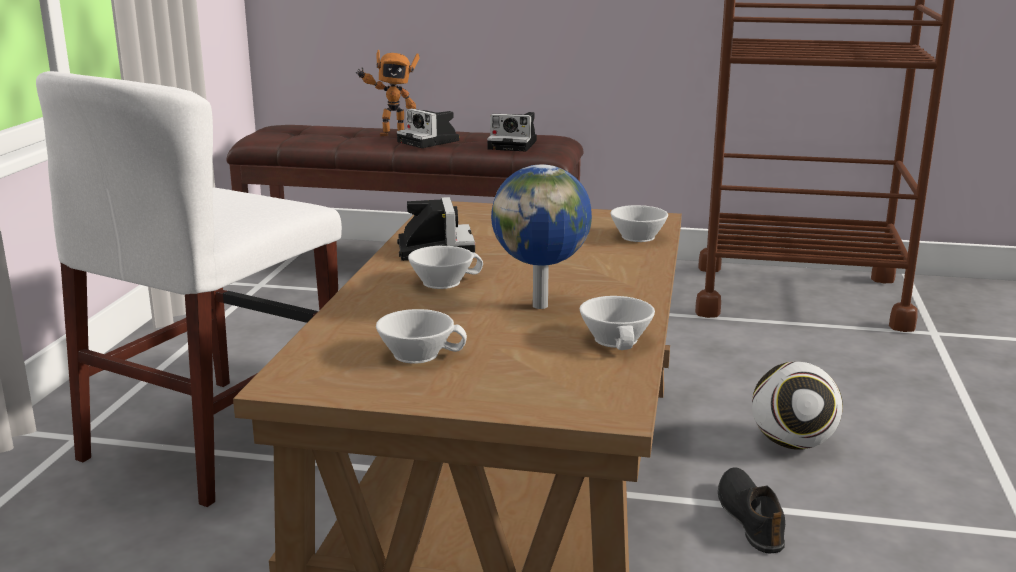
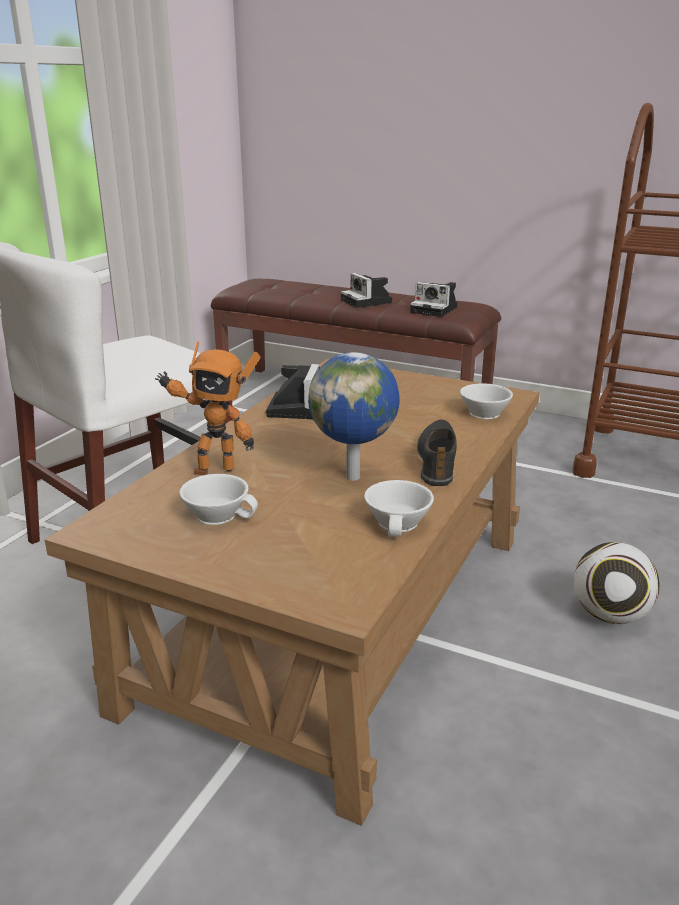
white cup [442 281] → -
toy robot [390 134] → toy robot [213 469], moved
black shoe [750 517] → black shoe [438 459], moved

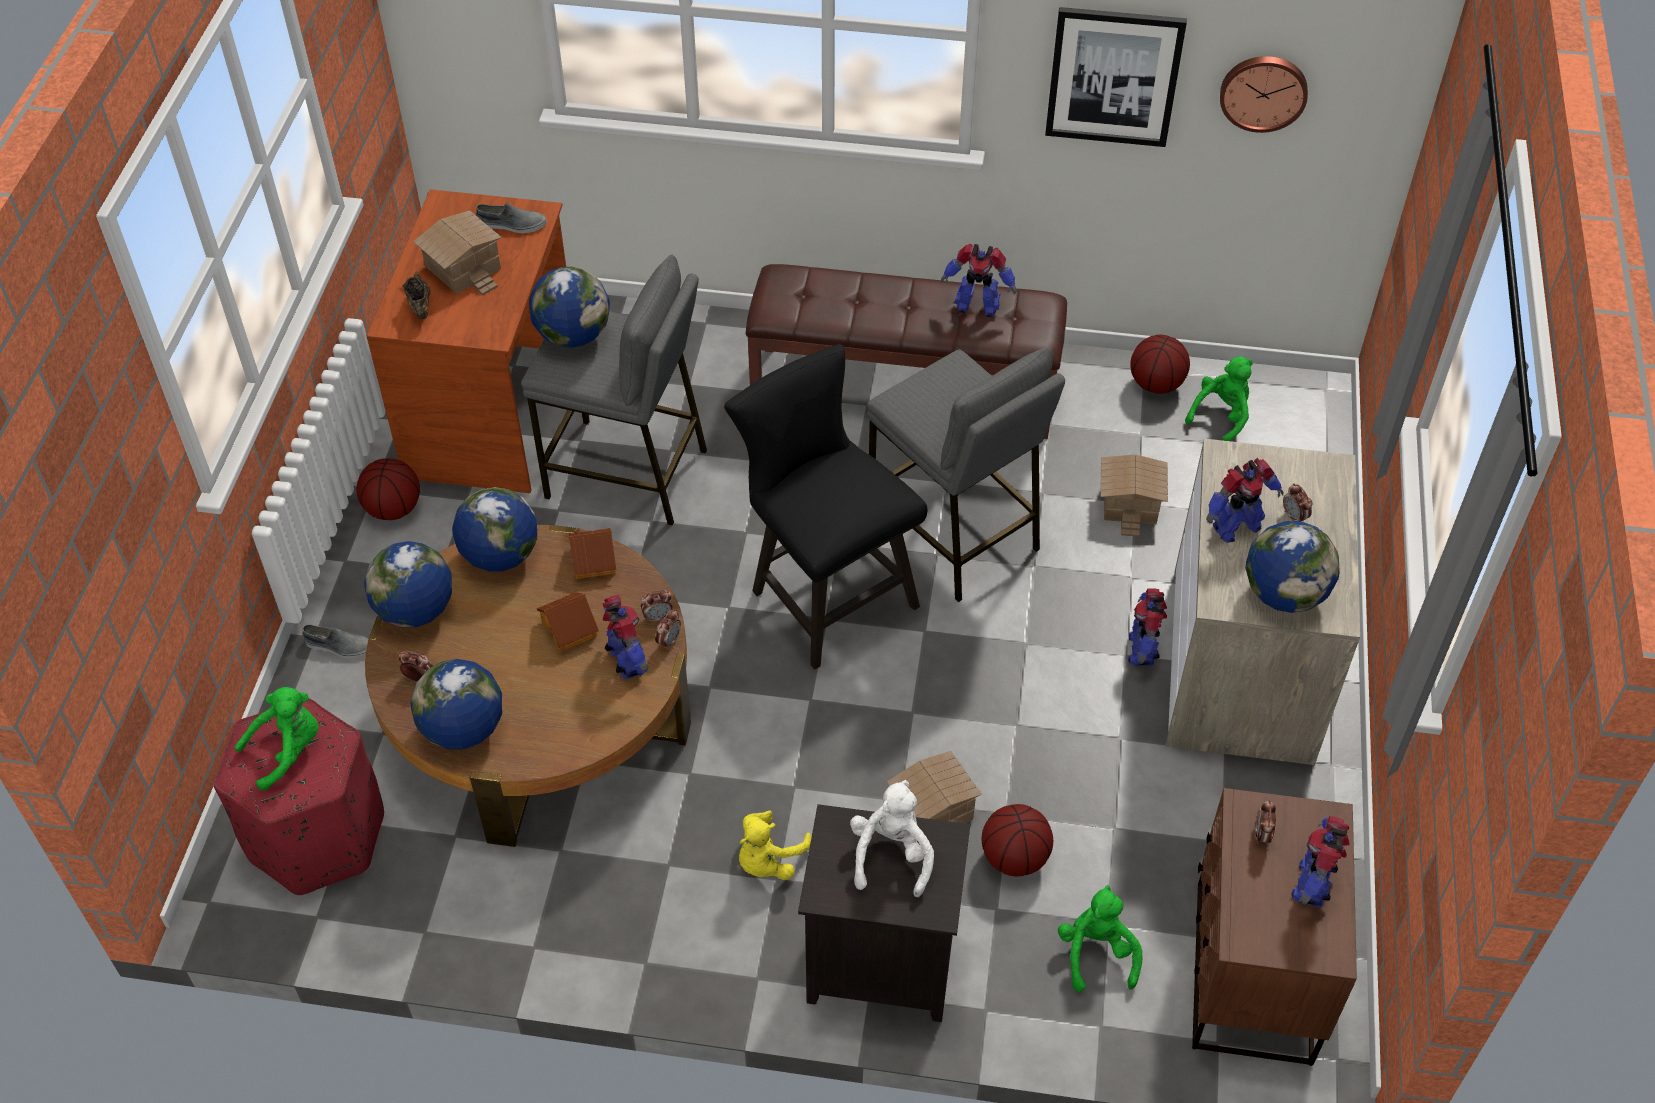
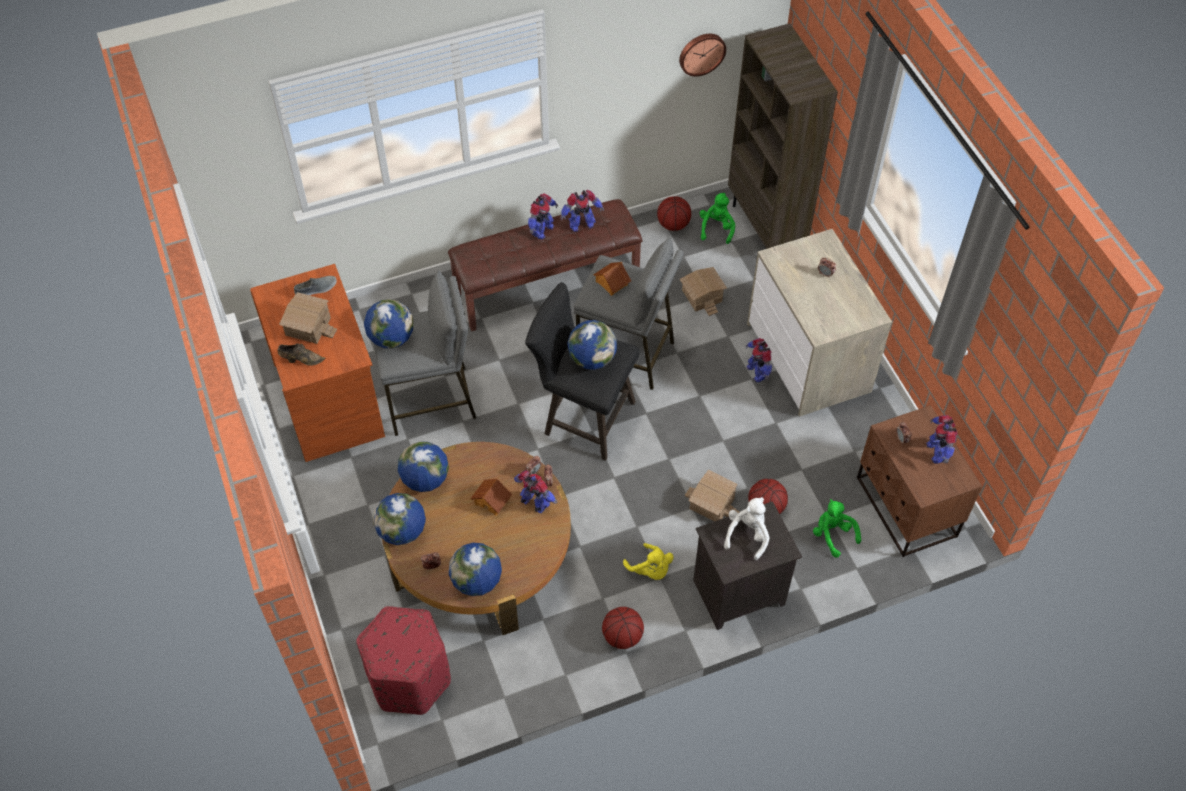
green plush toy [288 750] → -
grey shoe [339 646] → -
picture [1113 76] → -
- → brown bookcase [766 227]
basketball [394 508] → basketball [622 636], moved
toy house [592 560] → toy house [611 283], moved
toy robot [1235 526] → toy robot [542 230], moved
globe [1284 594] → globe [592 359], moved
brown shoe [420 305] → brown shoe [301 360], 135 degrees clockwise
yellow plush toy [768 860] → yellow plush toy [650 570], 45 degrees counterclockwise
white plush toy [891 855] → white plush toy [747 535], 45 degrees clockwise

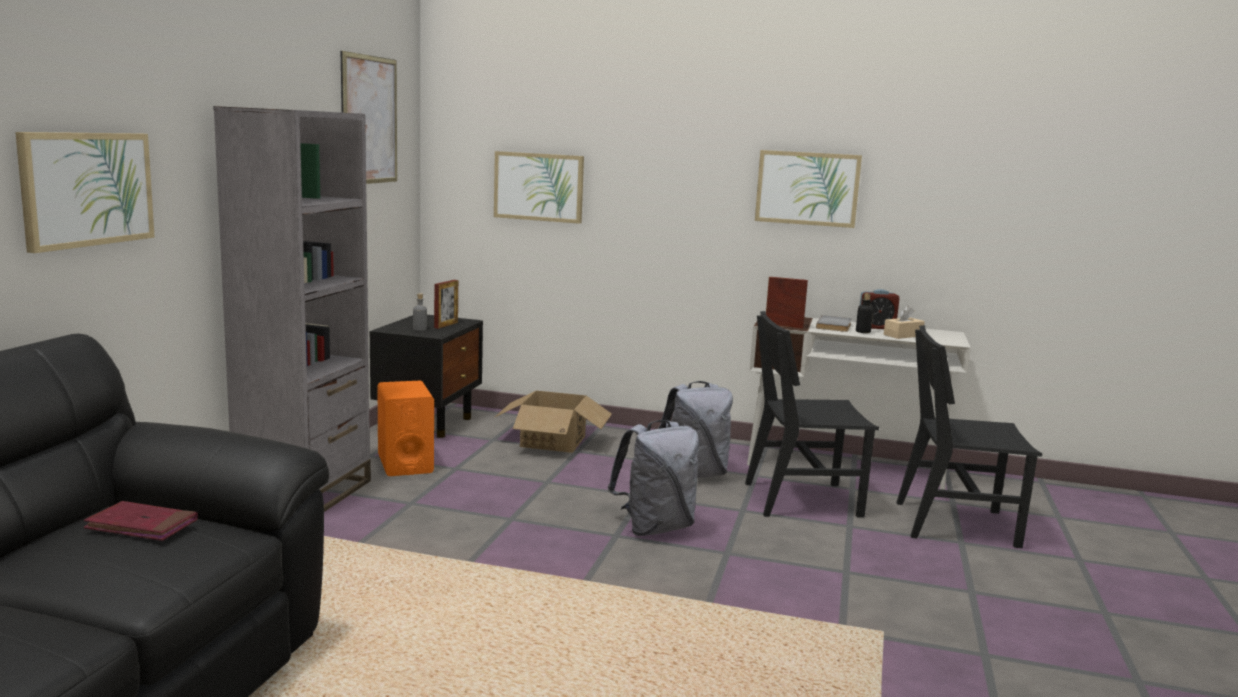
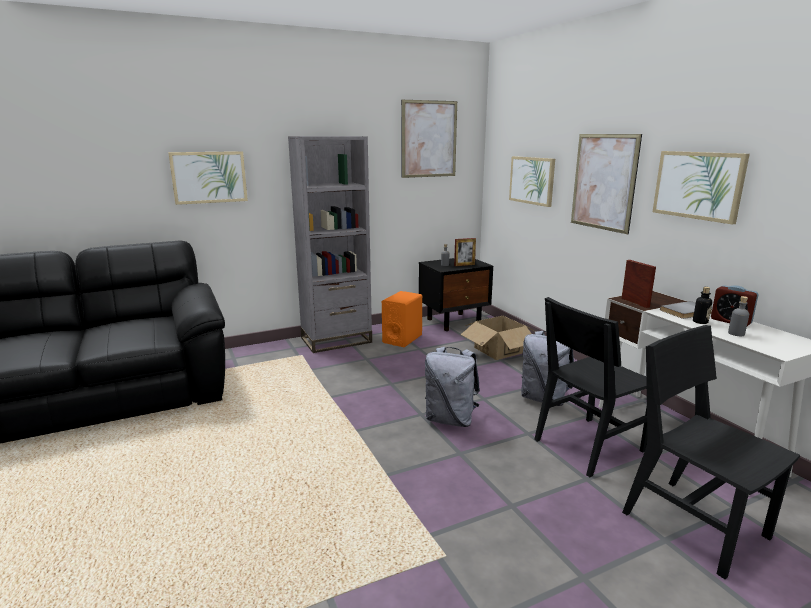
red book [142 525] → -
- → picture [603 182]
beige tissue box [903 335] → grey bottle [736 333]
black chair [802 499] → black chair [589 445], 75 degrees counterclockwise

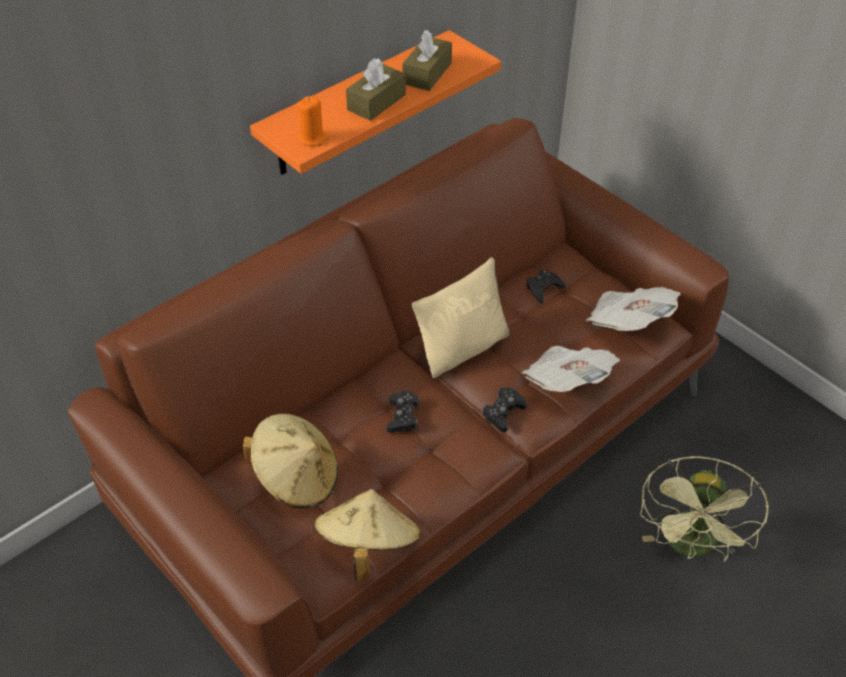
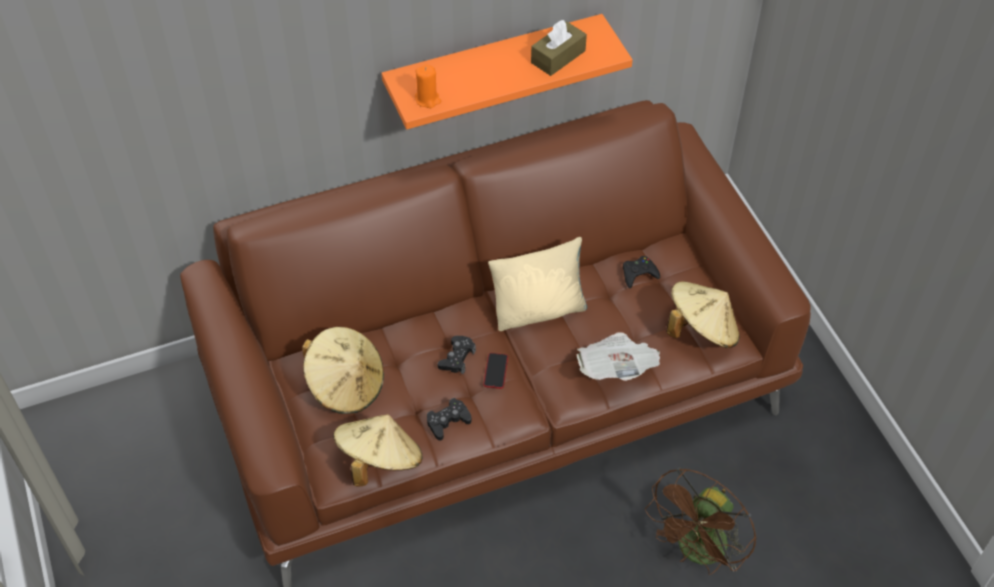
brown tissue box [376 102] → -
- → phone [495 371]
black game controller [503 412] → black game controller [448 421], moved
newspaper [628 322] → beige hat [701 330]
green fan [690 546] → brown fan [698 553]

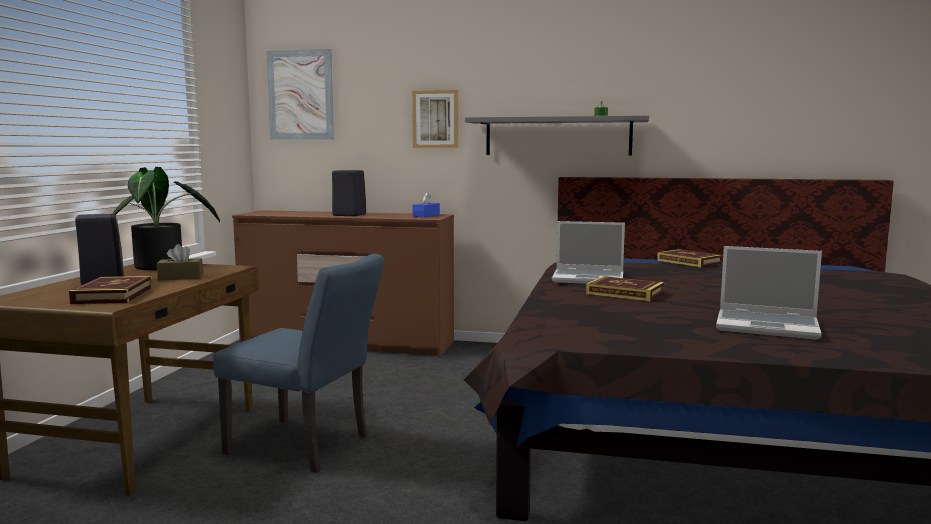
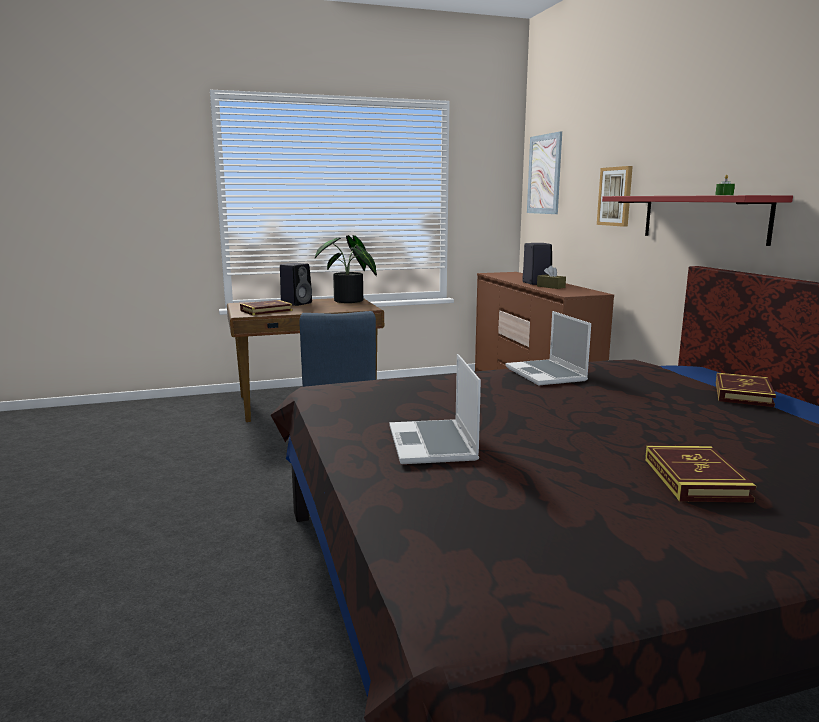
blue tissue box [426 215] → -
brown tissue box [180 277] → brown tissue box [551 287], moved
book [625 293] → book [695 479], moved
grey shelf [558 136] → red shelf [703 218]

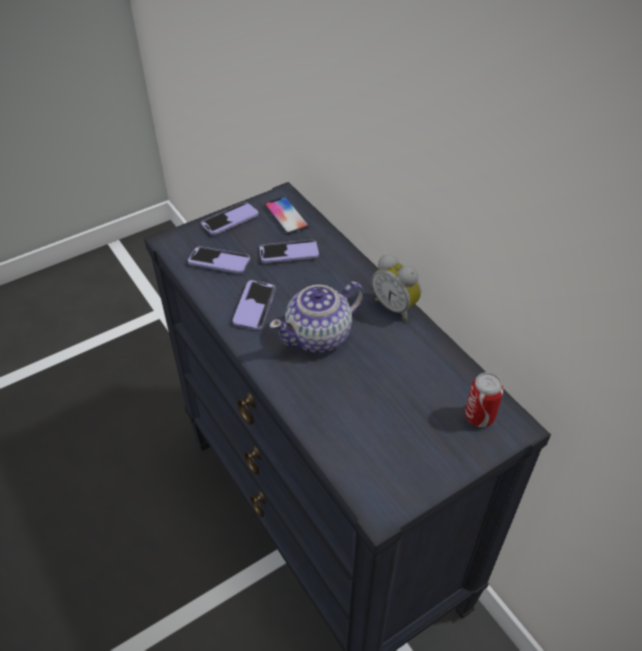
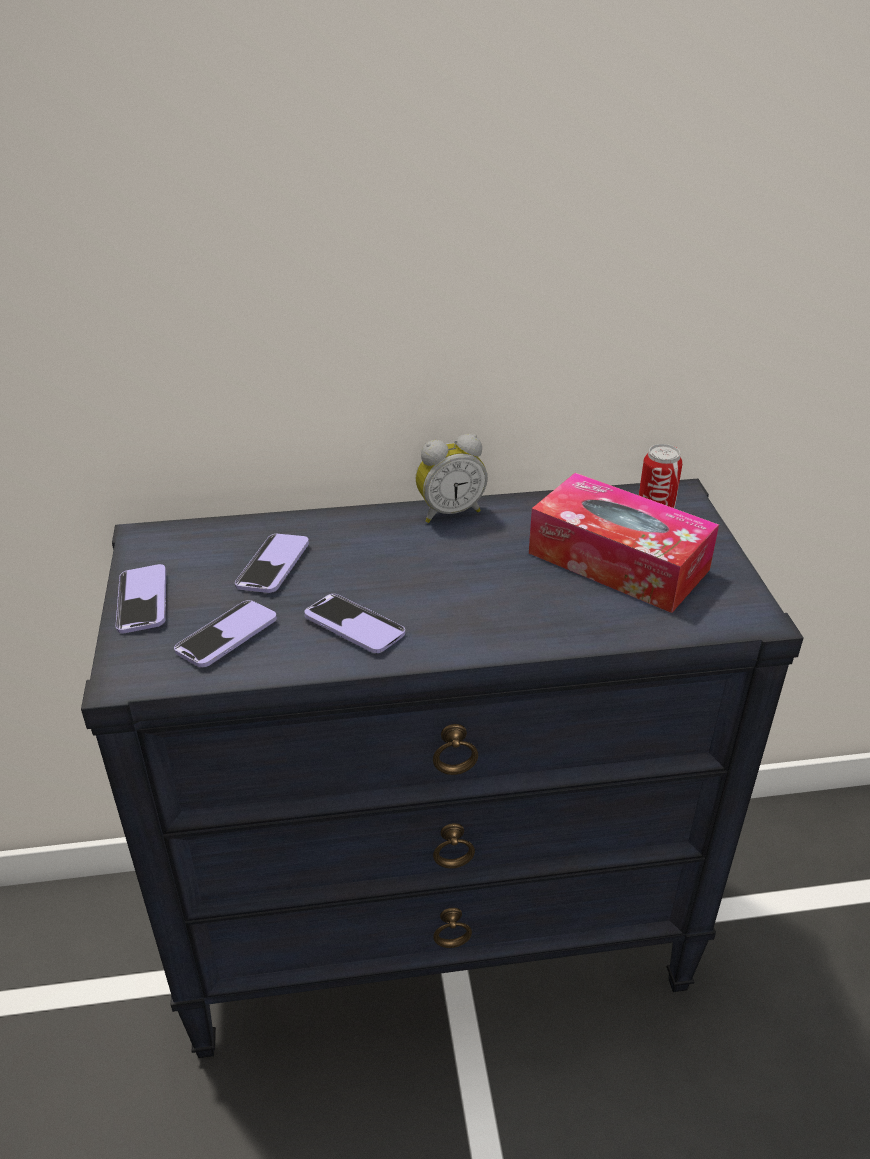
phone [286 216] → -
teapot [319 336] → -
- → tissue box [618 561]

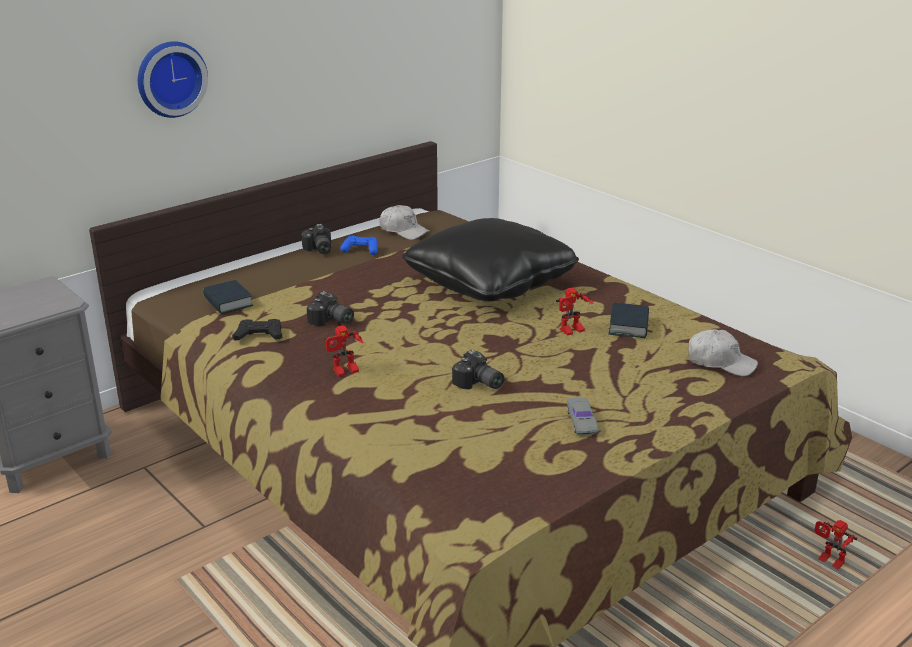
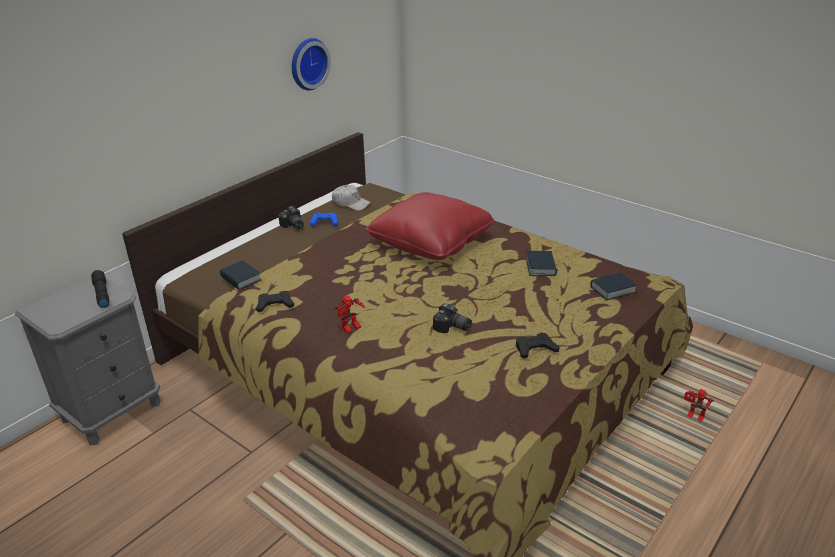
photo camera [331 321] → -
toy robot [572 332] → -
- → black flashlight [101 294]
wall clock [170 78] → wall clock [307 63], moved
grey toy car [581 421] → black game controller [535 349]
white cap [720 362] → book [612 290]
black pillow [490 283] → red pillow [431 242]

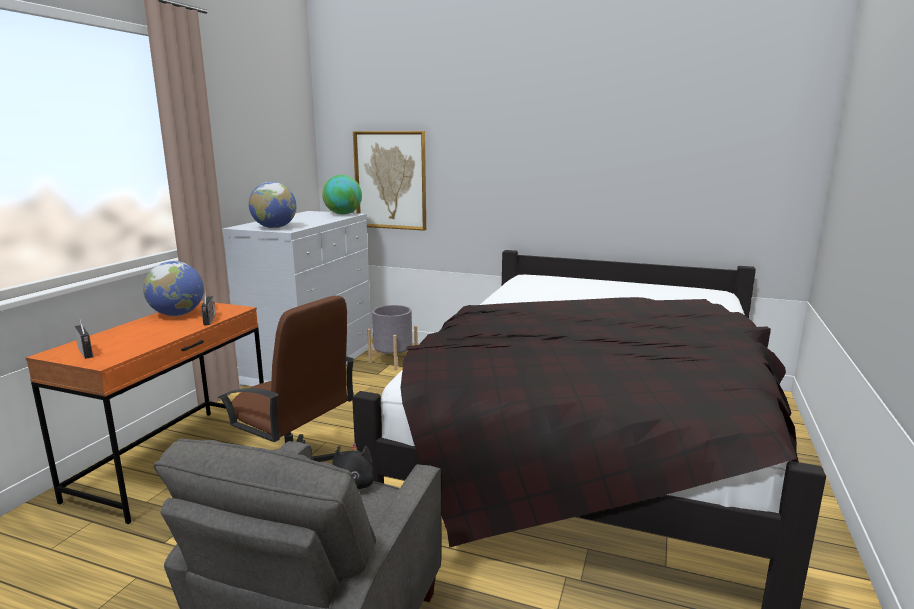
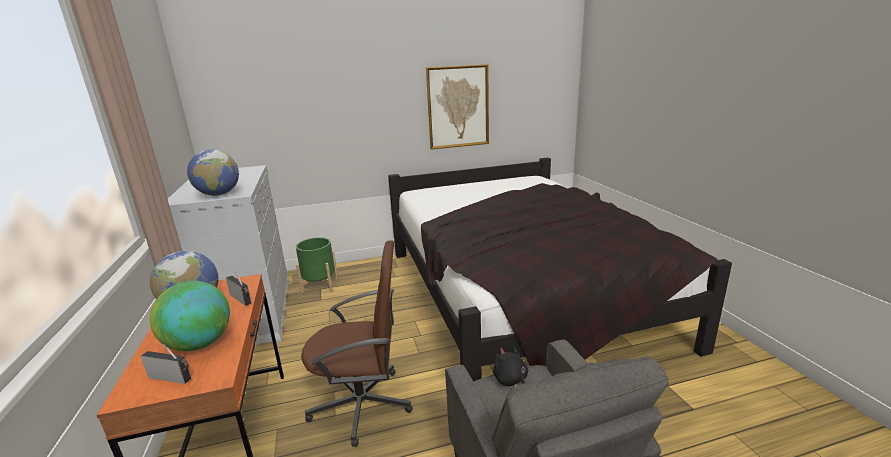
globe [343 214] → globe [199 344], moved
picture [390 180] → picture [458 107], moved
grey planter [393 361] → green planter [320 285]

